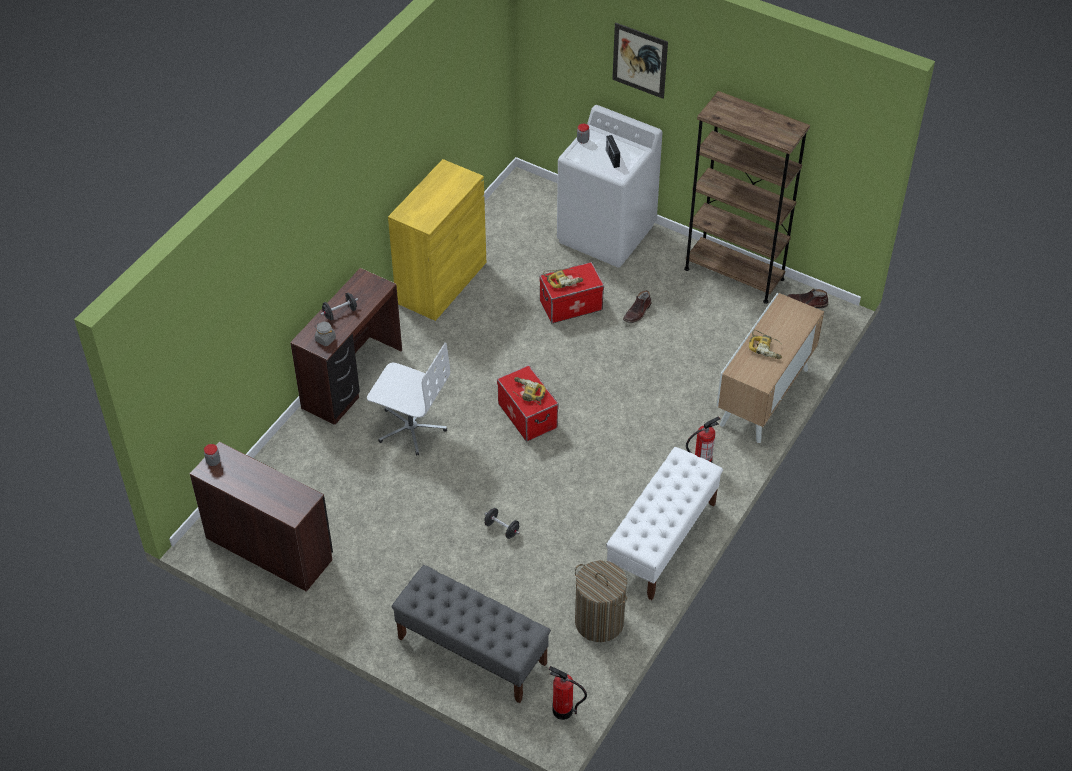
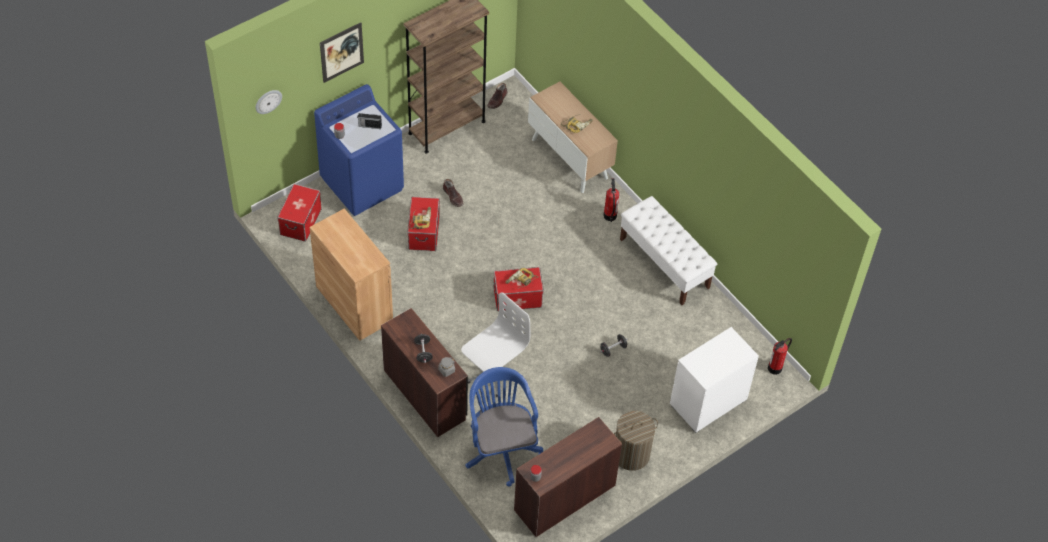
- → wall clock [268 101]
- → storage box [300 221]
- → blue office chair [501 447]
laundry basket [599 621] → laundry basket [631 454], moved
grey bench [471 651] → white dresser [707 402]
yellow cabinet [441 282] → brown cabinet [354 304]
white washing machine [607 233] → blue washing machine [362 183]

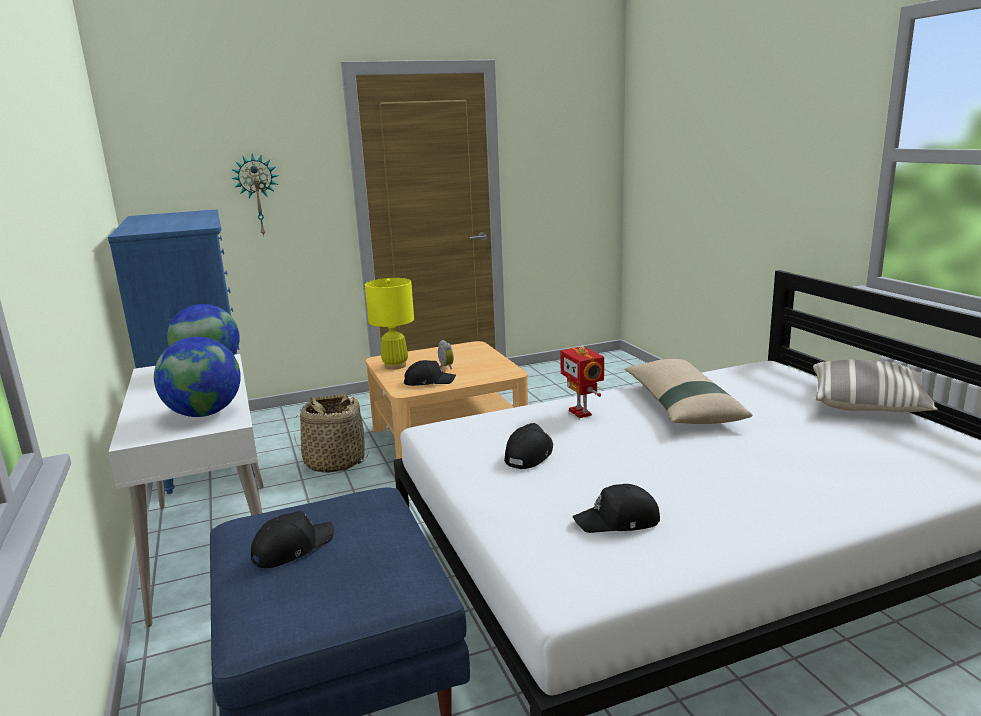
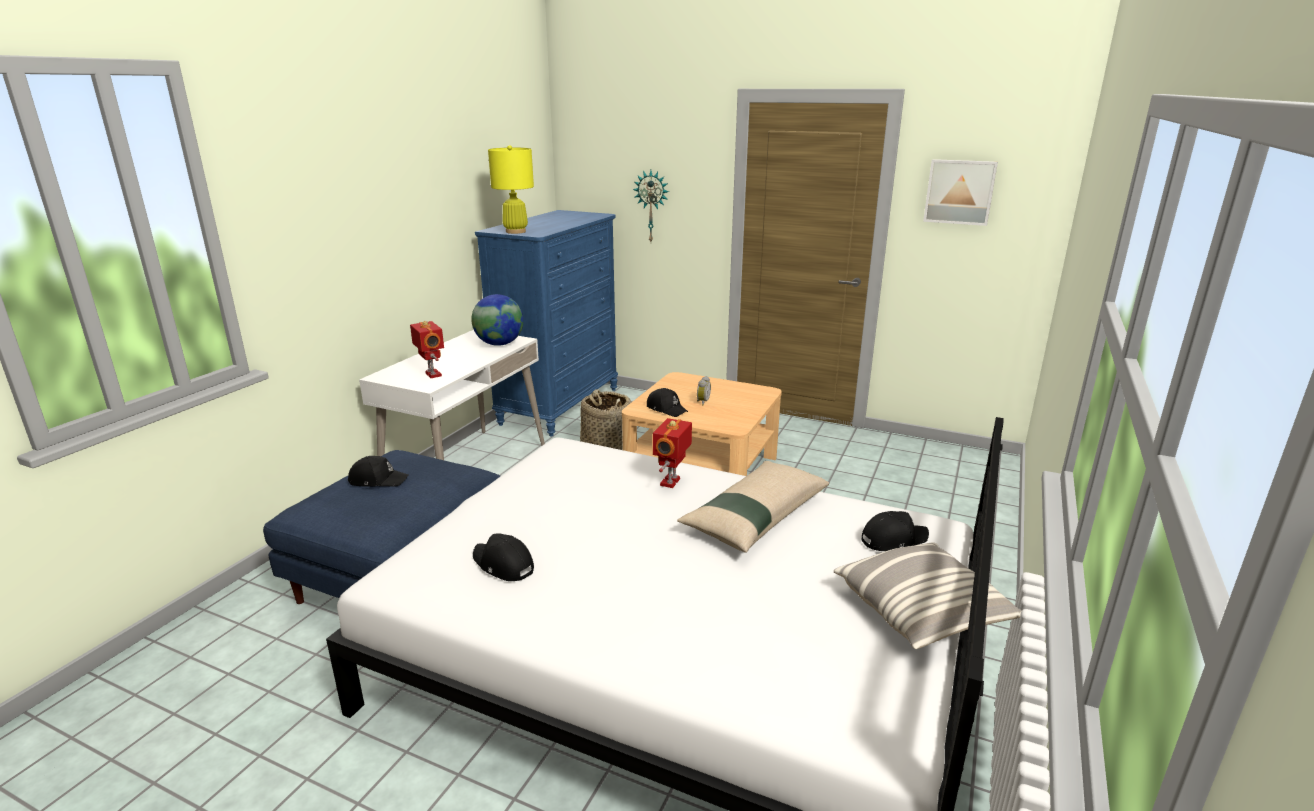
- → picture [959 192]
yellow table lamp [395 366] → yellow table lamp [515 231], moved
black cap [529 454] → black cap [893 539], moved
globe [204 413] → toy robot [432 374]

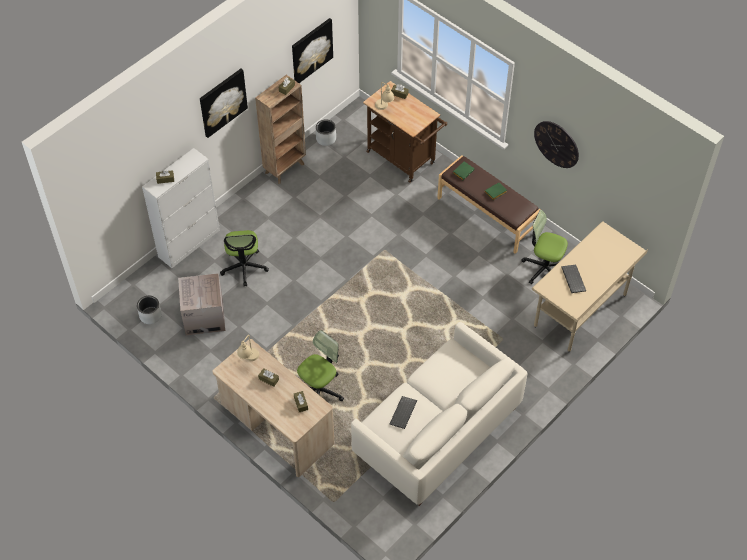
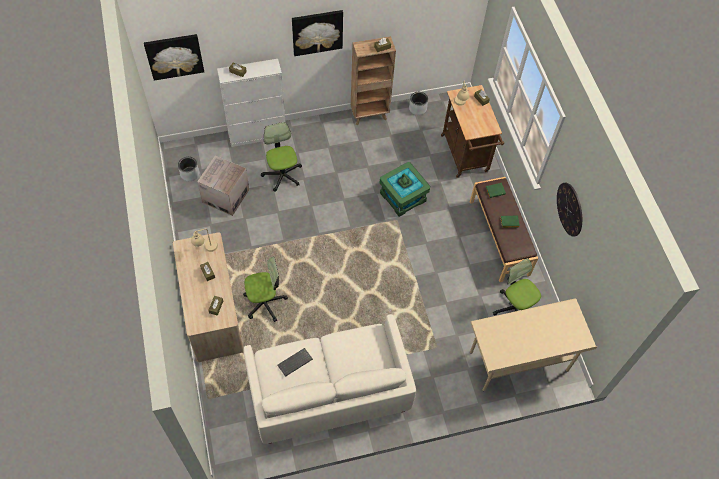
keyboard [572 279] → -
- → green storage box [402 197]
picture [311 50] → picture [174 56], moved
office chair [244 267] → office chair [282 175], 135 degrees clockwise

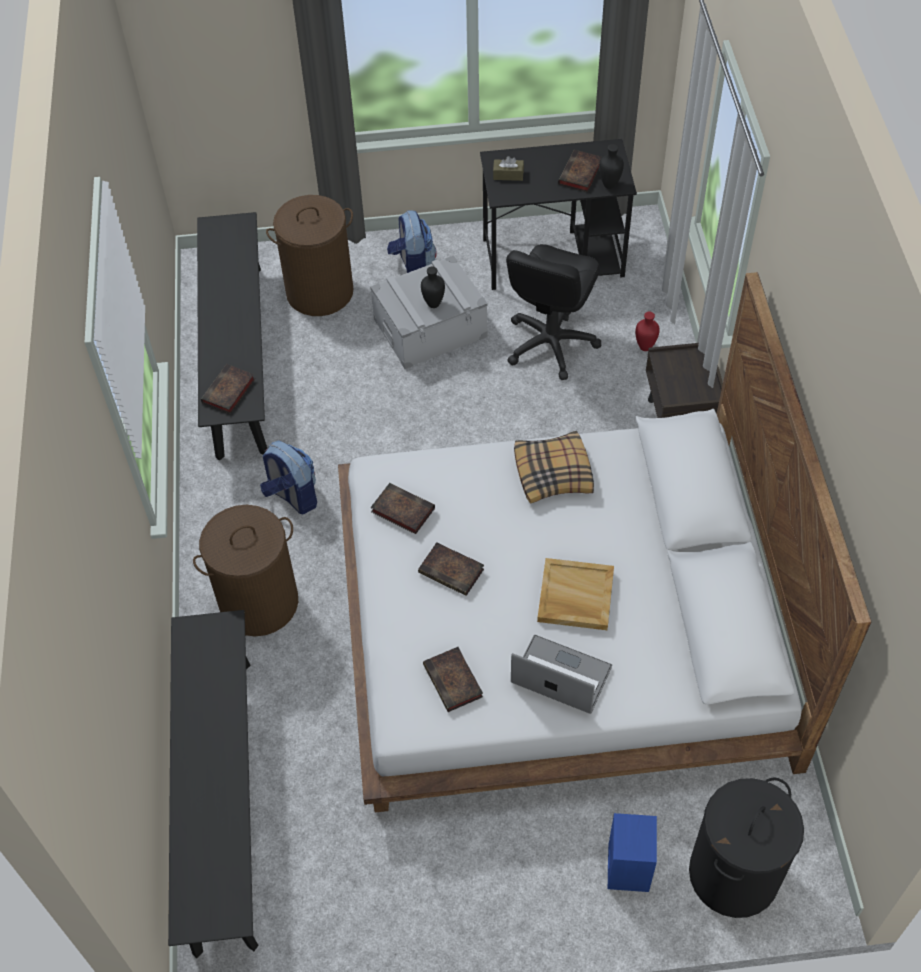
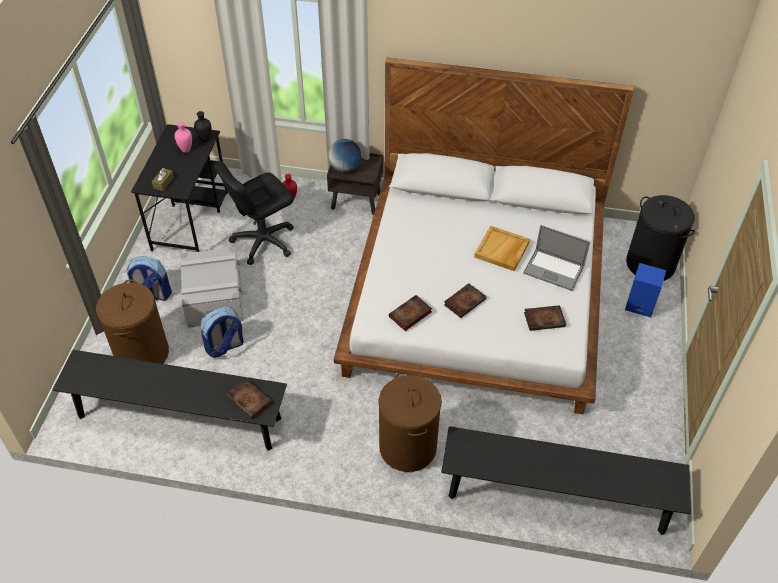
black vase [433 305] → -
pillow [554 473] → -
- → globe [345 168]
backpack [292 496] → backpack [224 346], moved
book [580 174] → pink vase [186 150]
black office chair [550 344] → black office chair [263 241], 105 degrees clockwise
laptop [561 675] → laptop [553 270], 105 degrees counterclockwise

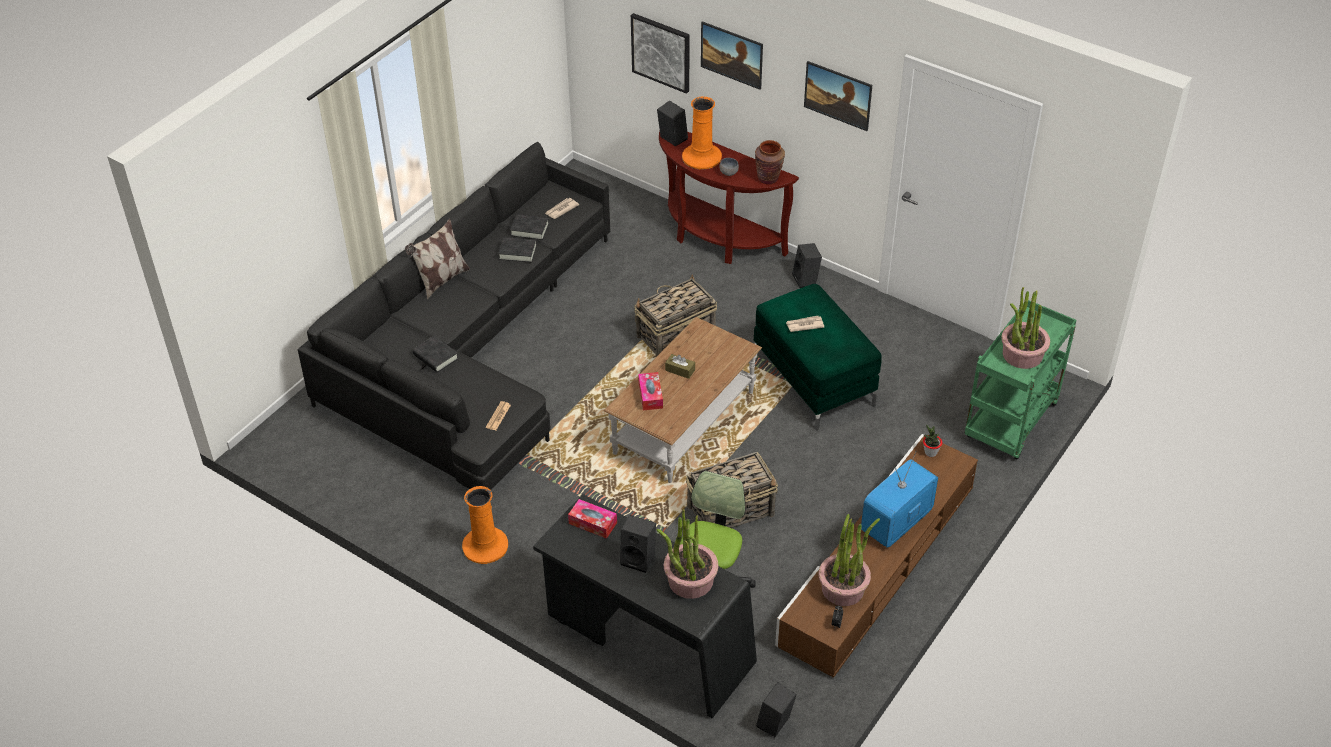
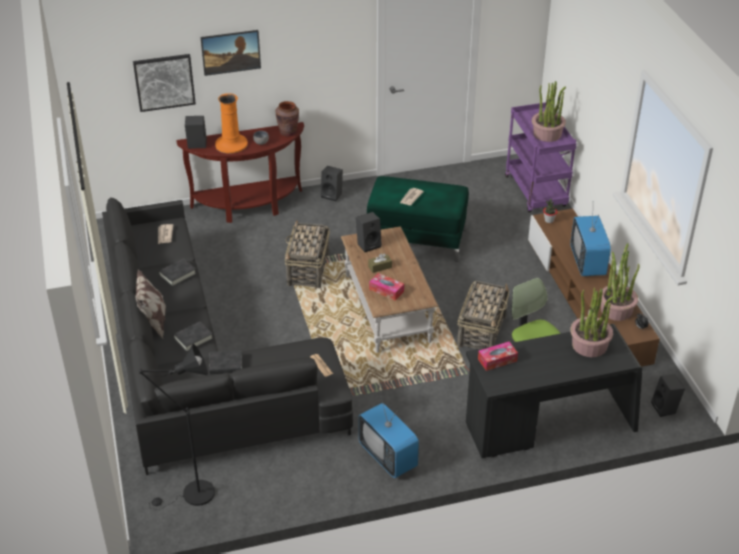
picture [837 106] → -
- → black floor lamp [192 495]
black book [530 229] → black book [193 338], moved
black speaker [639 558] → black speaker [369 244], moved
orange vase [485 546] → television [388 456]
green cart [1011 423] → purple cart [536 192]

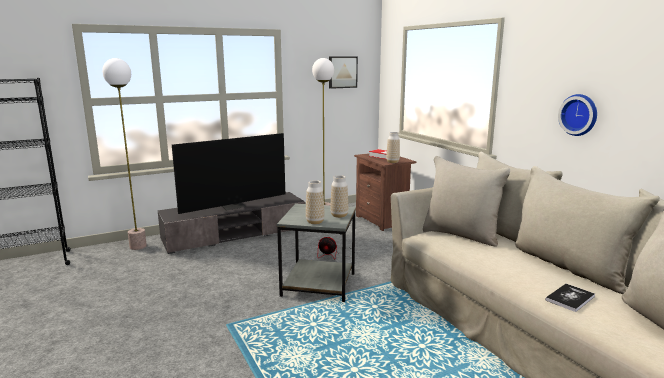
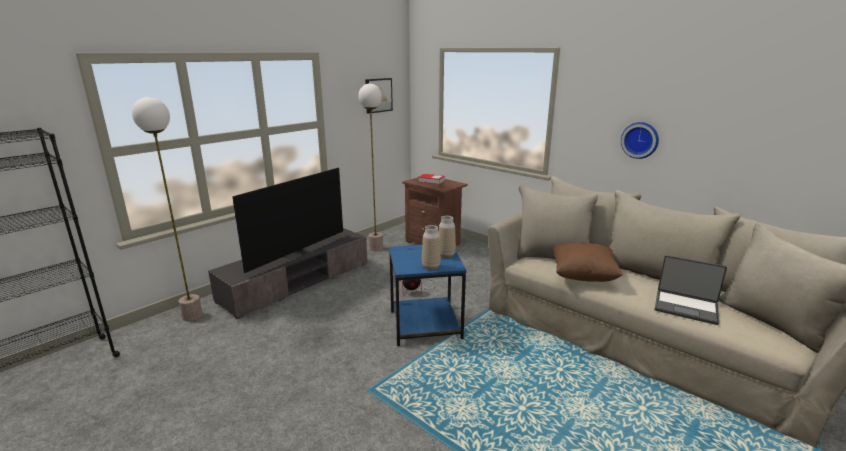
vase [392 162] → -
- → brown pillow [583 276]
book [570 298] → laptop [686 307]
grey side table [319 284] → blue side table [426 324]

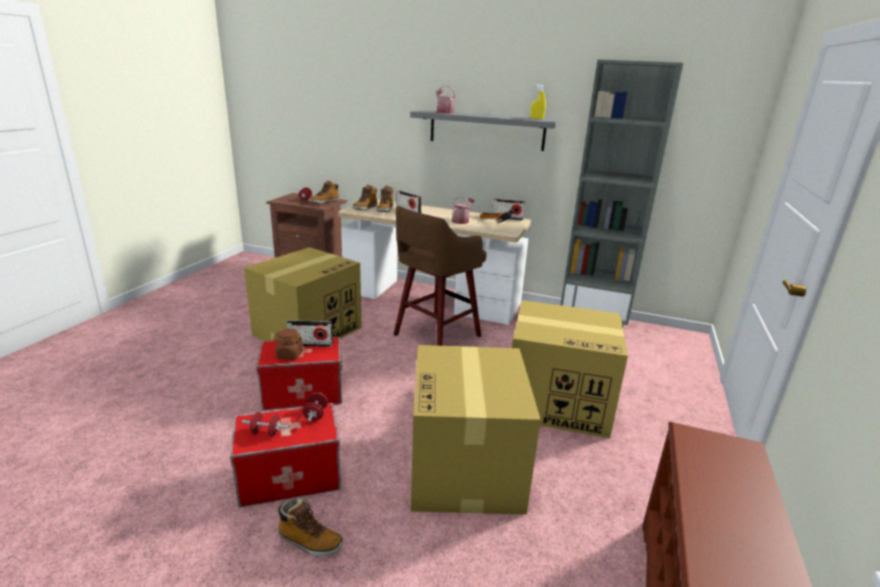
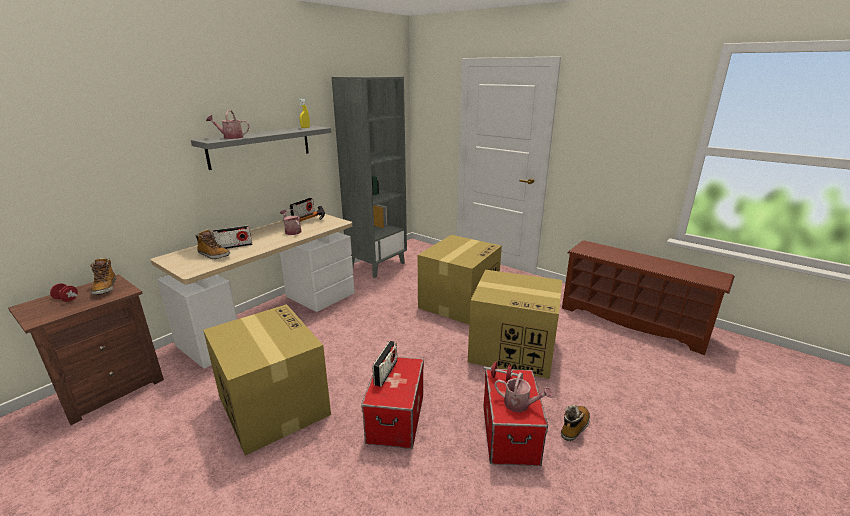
brown jar [289 355] → -
boot [365 208] → -
brown stool [435 336] → -
red dumbbell [266 433] → watering can [520 405]

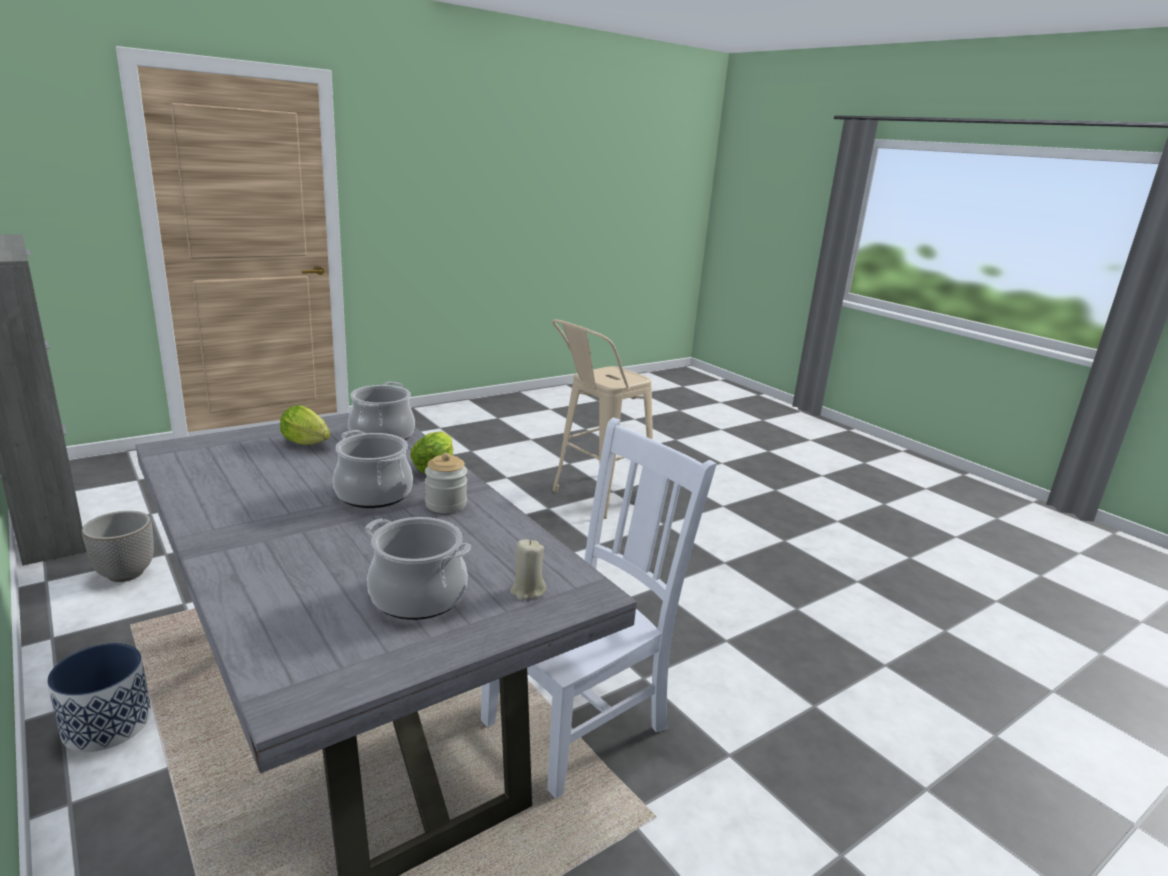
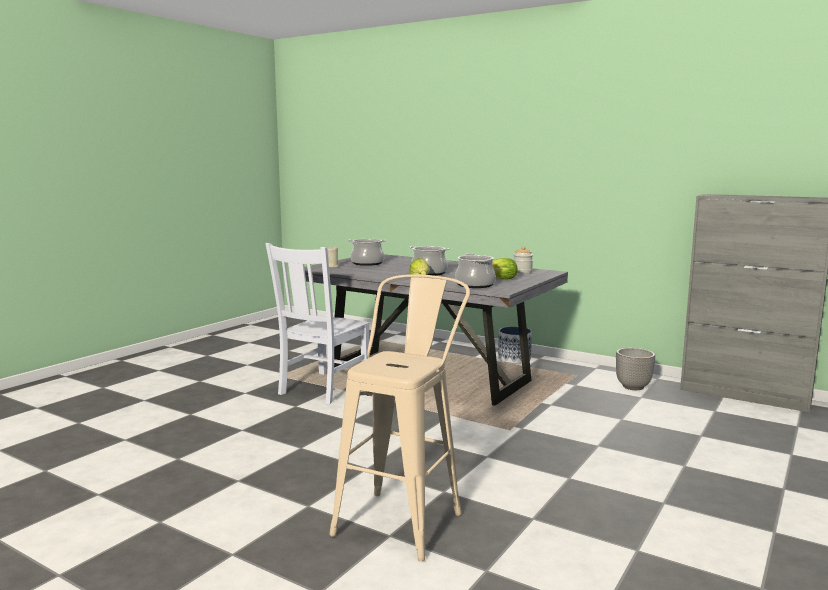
jar [446 504] → jar [522 272], moved

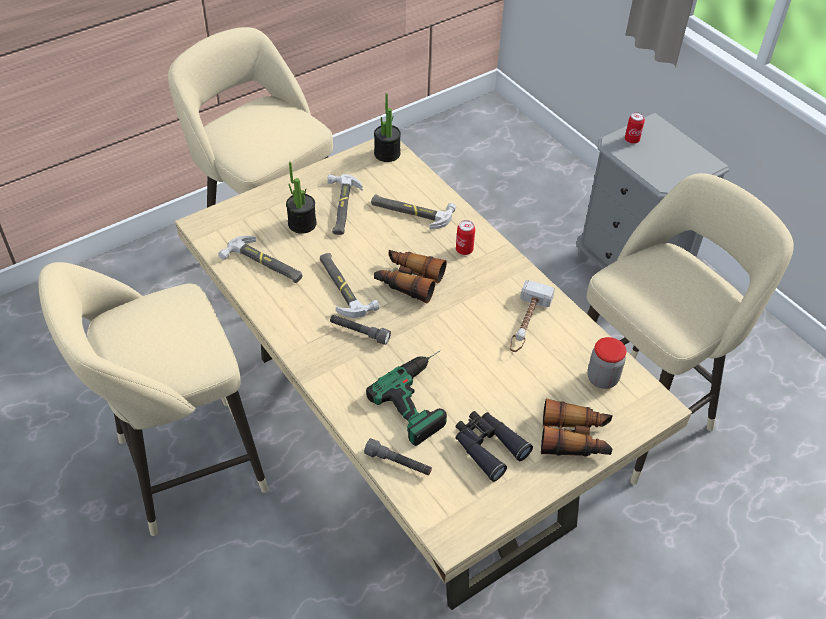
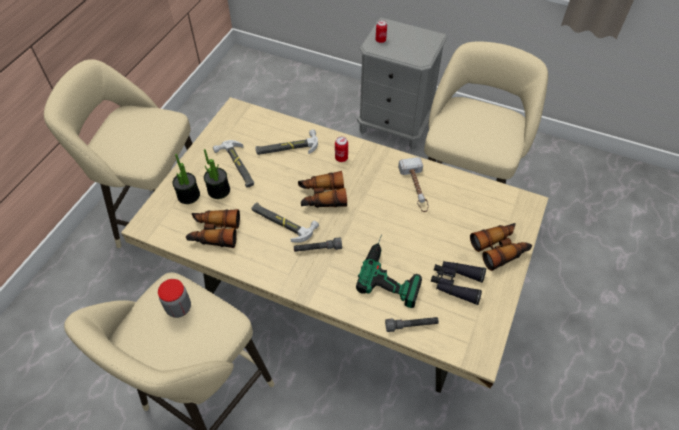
potted plant [387 154] → potted plant [188 195], moved
jar [602 378] → jar [179 308], moved
hammer [264 264] → binoculars [214 233]

